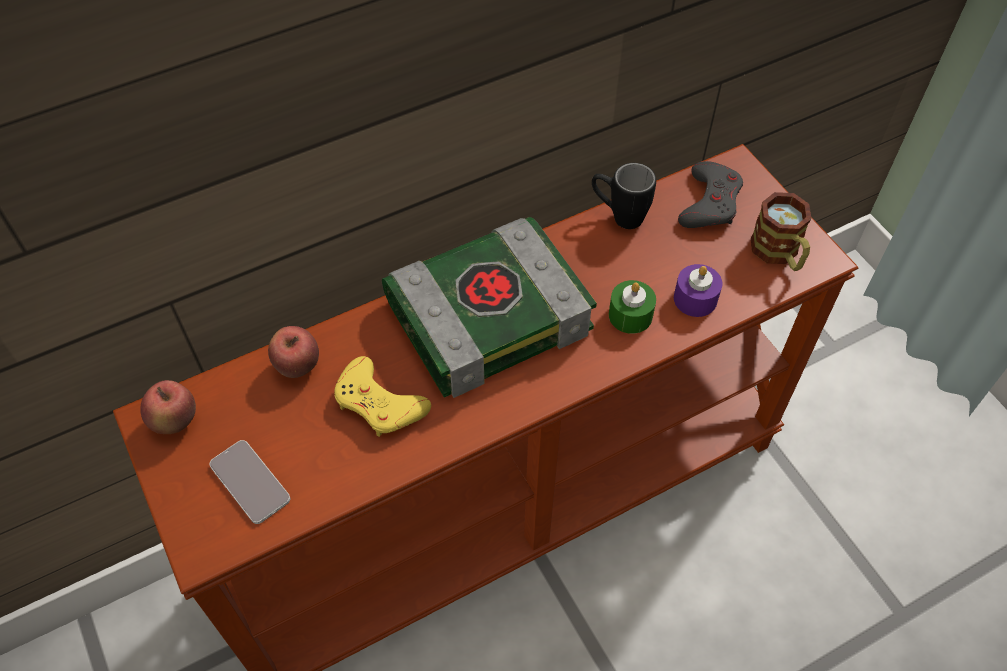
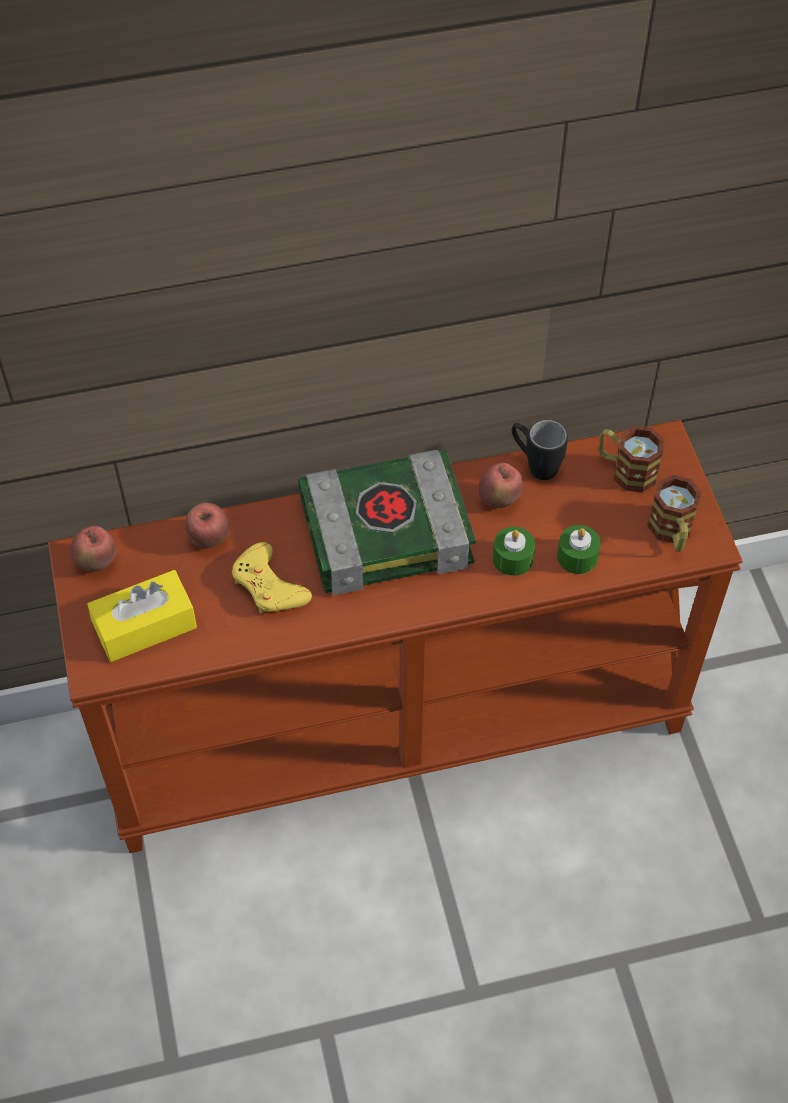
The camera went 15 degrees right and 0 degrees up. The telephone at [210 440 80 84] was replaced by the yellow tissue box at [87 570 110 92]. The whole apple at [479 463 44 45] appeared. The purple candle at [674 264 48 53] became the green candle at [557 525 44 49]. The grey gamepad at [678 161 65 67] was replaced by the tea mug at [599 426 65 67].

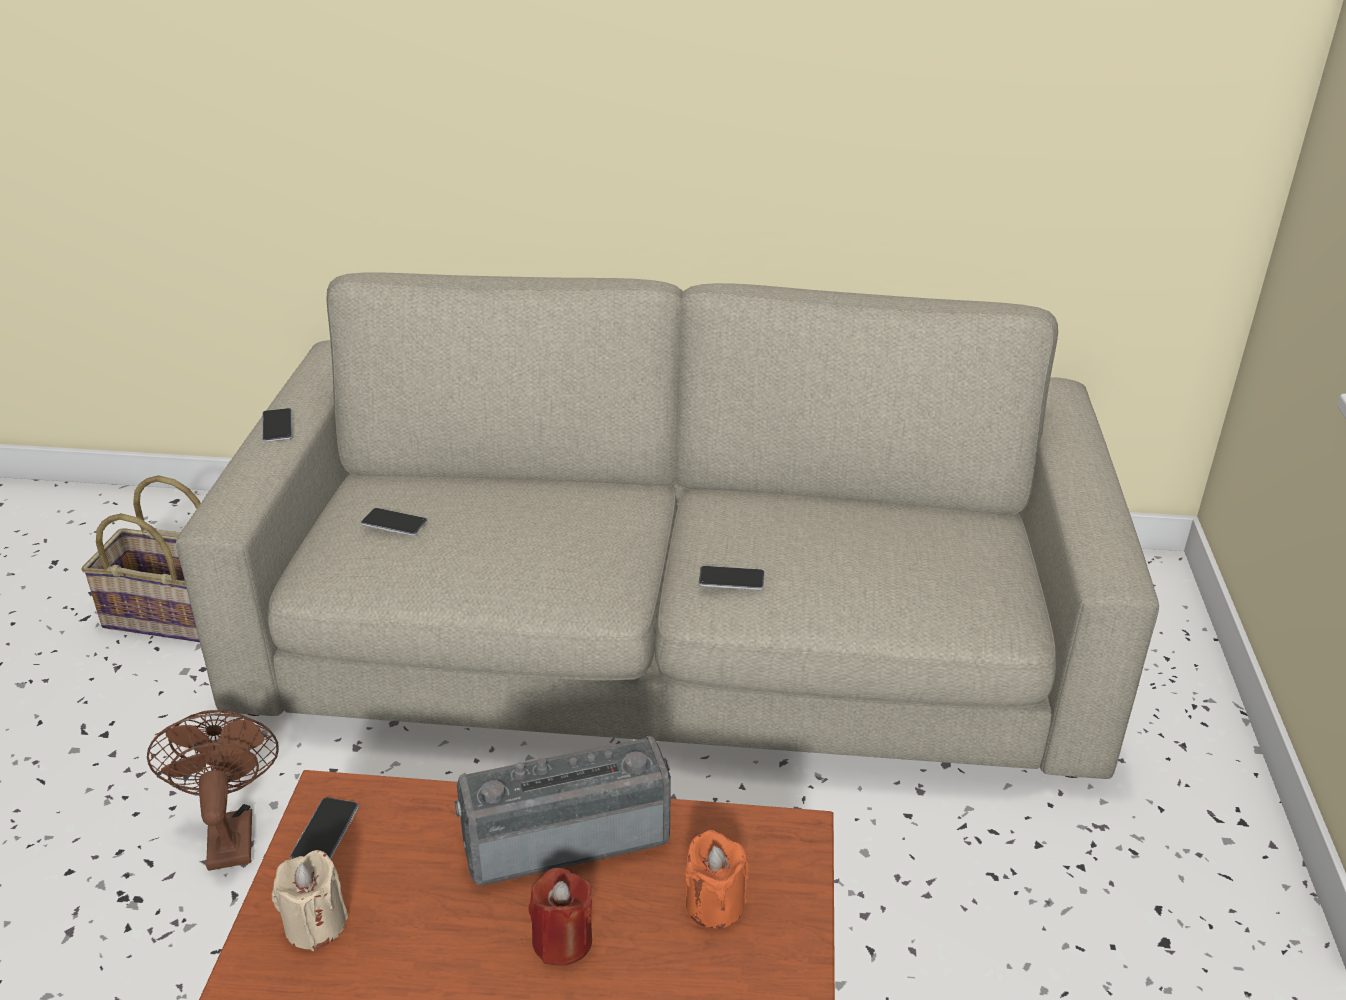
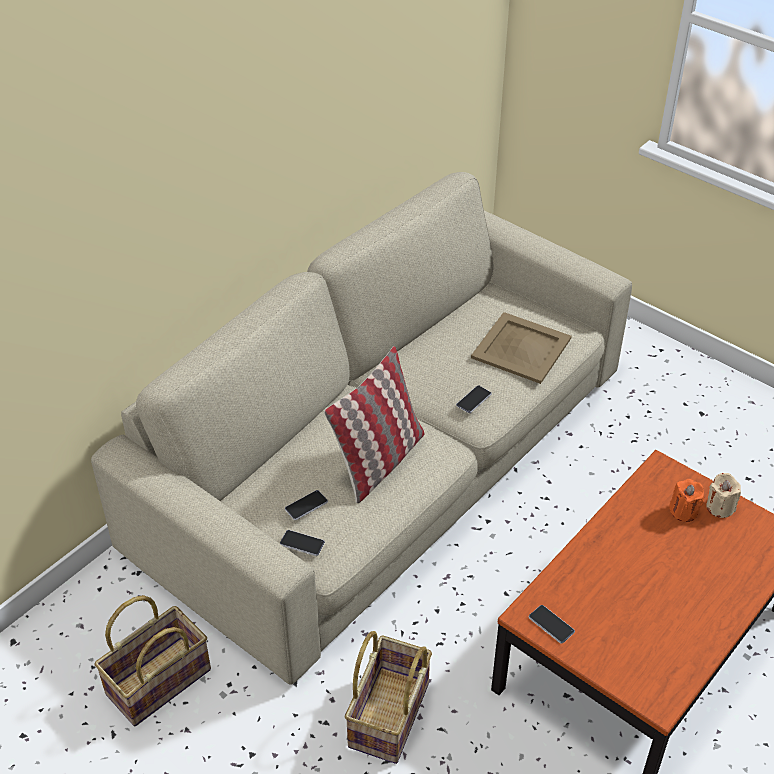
The camera went 55 degrees left and 10 degrees up. The telephone moved from [262 408 31 34] to [280 530 45 26]. The pillow at [324 346 101 157] appeared. The brown-coloured fan at [147 710 132 161] was replaced by the basket at [345 631 87 133]. The sand-coloured serving tray at [471 312 101 72] appeared. The sand-coloured candle moved from [272 850 76 101] to [706 473 35 45]. The radio receiver at [454 736 217 150] disappeared. The reddish candle at [528 868 64 98] disappeared.

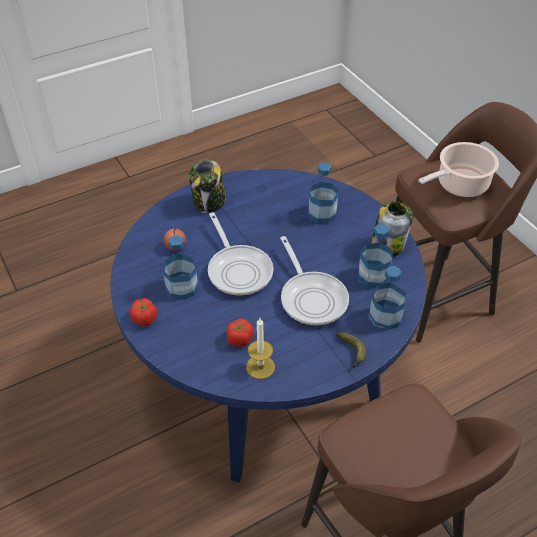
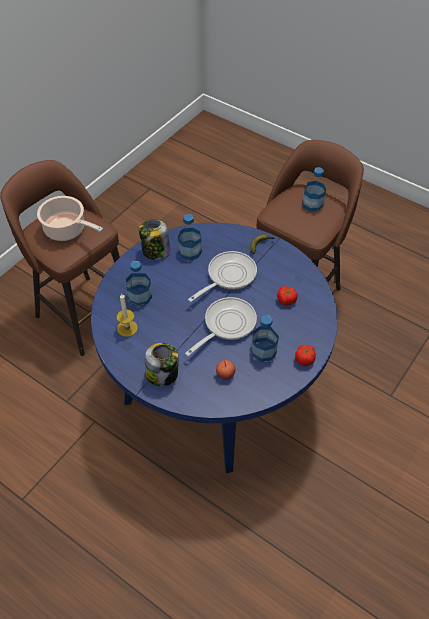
The camera went 115 degrees left and 5 degrees up. The candle moved from [246 318 29 61] to [116 293 22 44]. The bottle moved from [369 266 37 64] to [302 167 24 44].

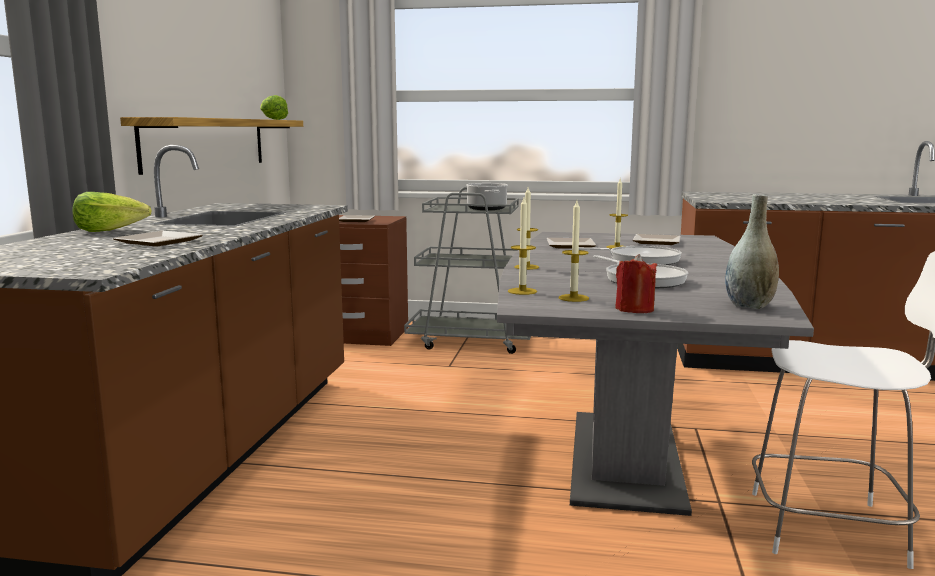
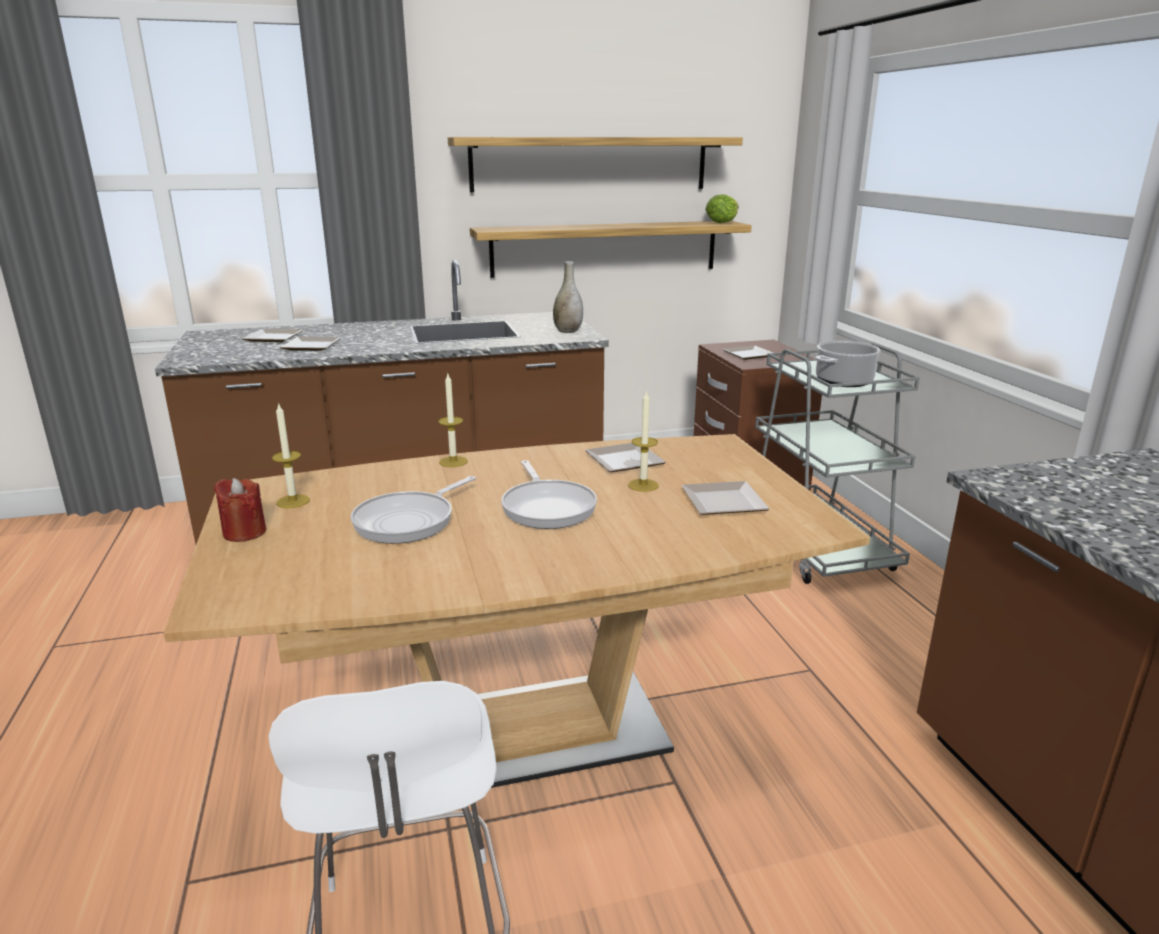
The camera went 65 degrees right and 10 degrees up. The grey dinner table at [497 232 317 284] became the brown-coloured dinner table at [164 434 706 354]. The flat dish at [242 329 61 13] appeared. The wall shelf at [448 137 295 55] appeared. The grey flower vase moved from [725 194 54 115] to [553 261 30 72]. The lettuce head at [72 192 79 40] disappeared. The candle at [508 198 29 97] disappeared.

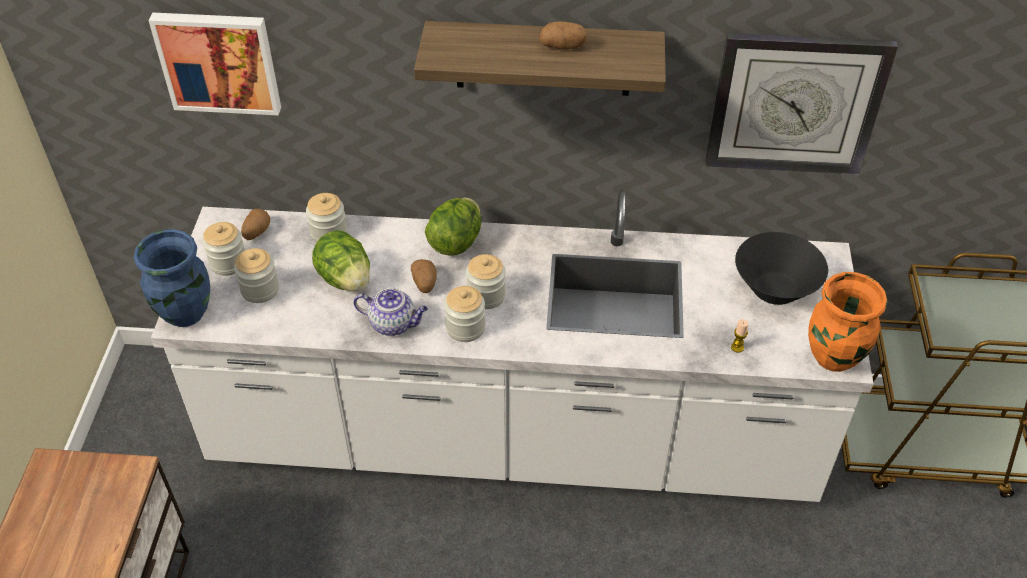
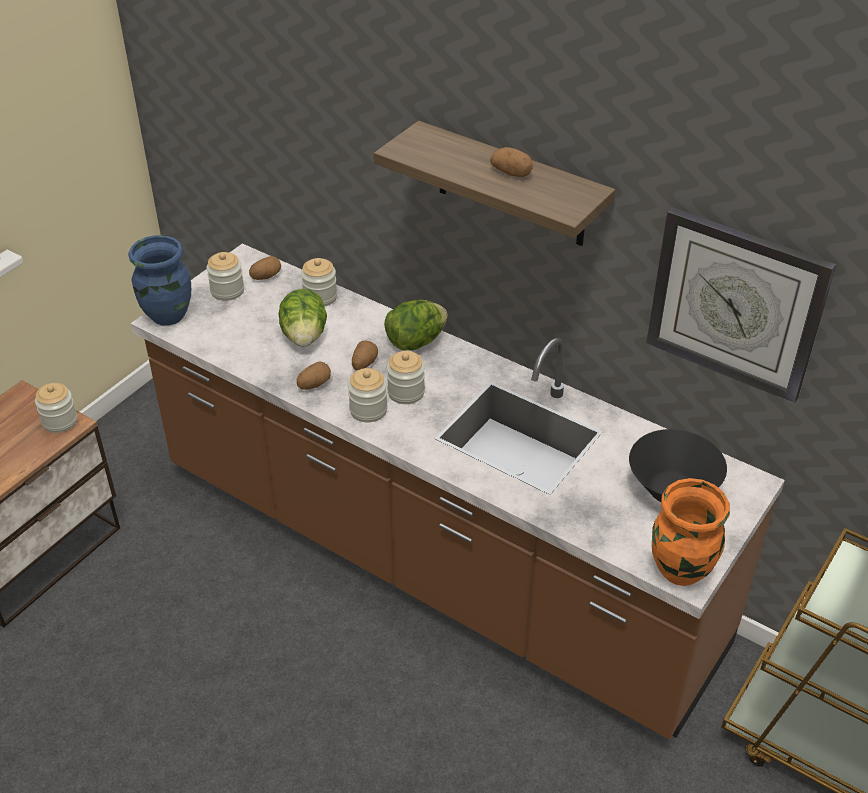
The camera went 30 degrees right and 5 degrees down. The storage jar moved from [234 248 45 55] to [35 383 42 50]. The whitish kitchen counter at [151 190 723 312] became the brown-coloured kitchen counter at [131 244 654 496]. The teapot at [353 288 75 48] was replaced by the spud at [297 361 34 29]. The wall art at [148 13 133 102] disappeared. The candle at [731 319 18 34] disappeared.

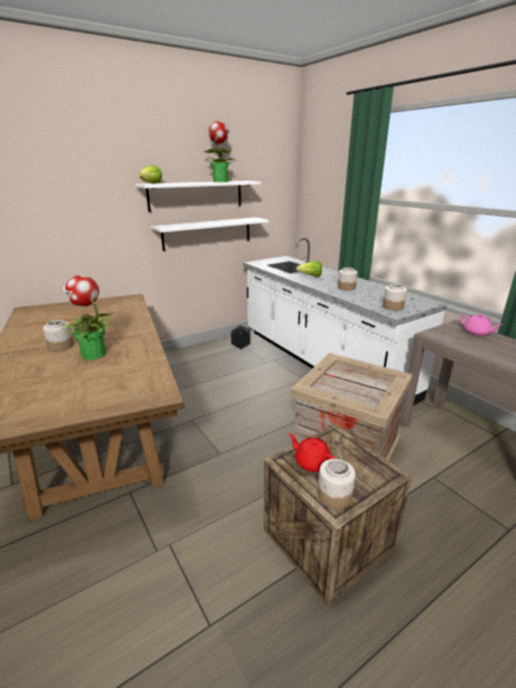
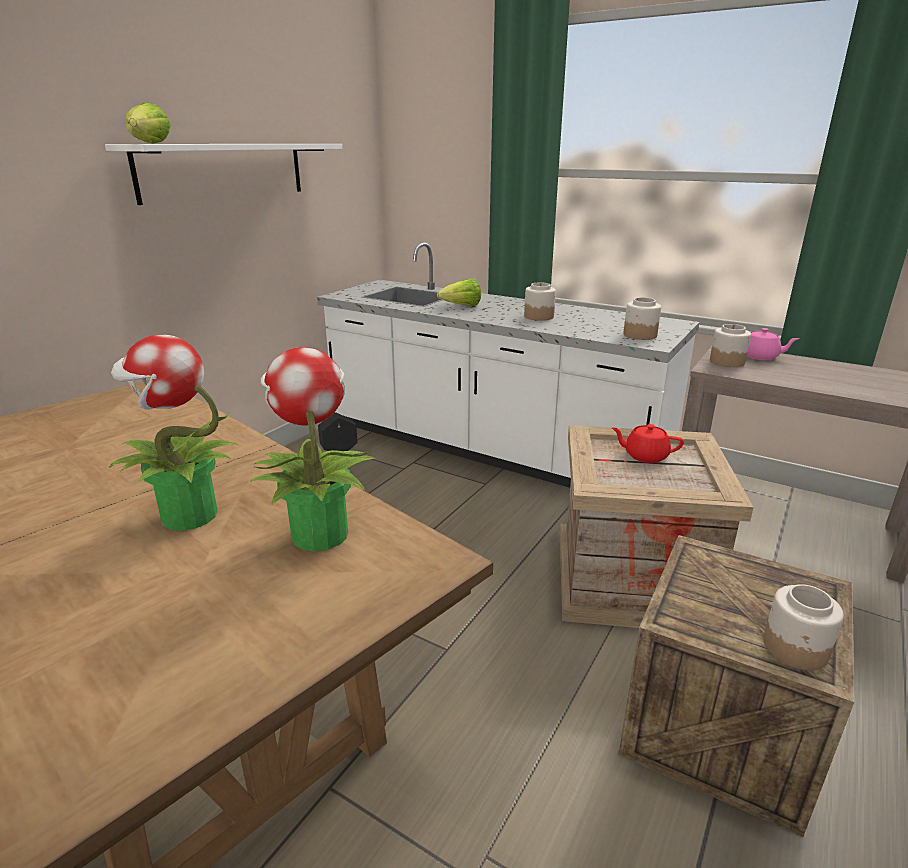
The camera went 25 degrees left and 0 degrees up. The houseplant moved from [204 121 33 61] to [250 347 126 205]. The reddish teapot moved from [289 433 47 39] to [612 424 72 39]. The storage jar moved from [43 320 31 31] to [710 324 41 43]. The whitish wall shelf at [151 217 118 34] disappeared.

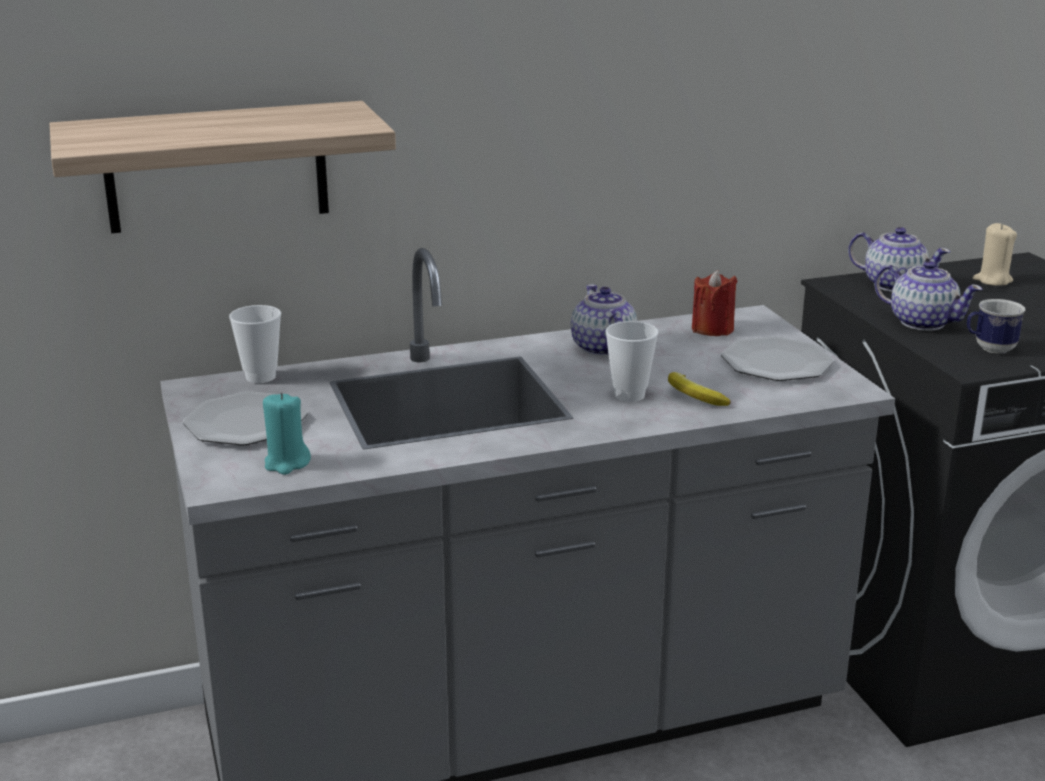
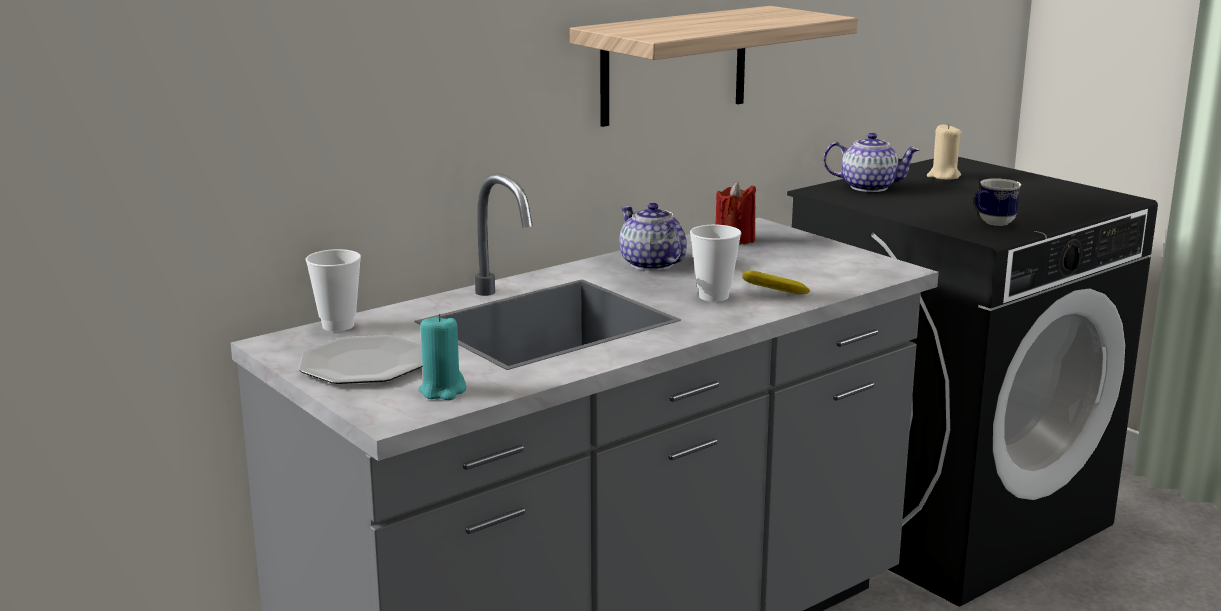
The camera went 20 degrees left and 5 degrees down. The wall shelf moved from [50 101 346 132] to [570 6 288 121]. The flat dish at [721 336 113 45] disappeared. The teapot at [874 261 108 70] disappeared.

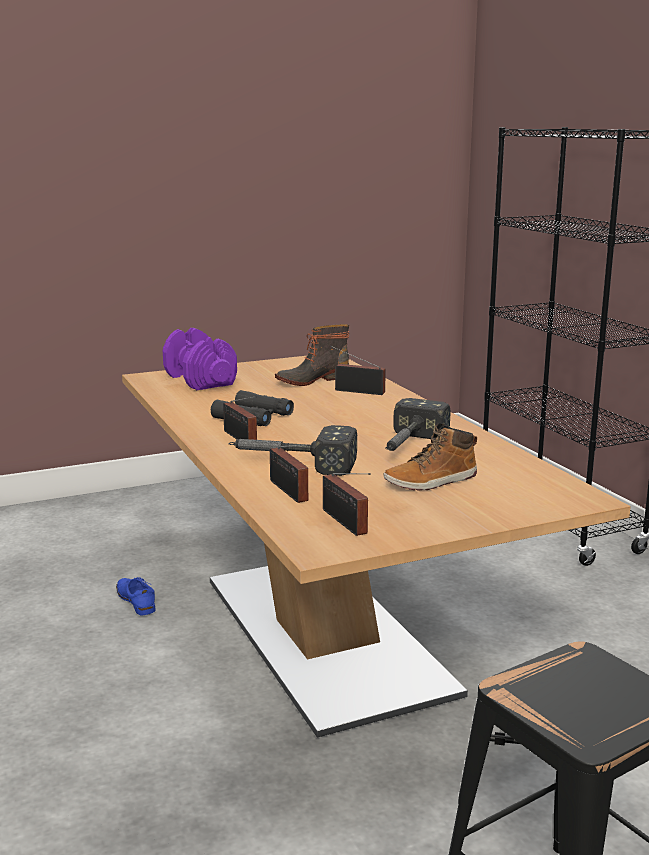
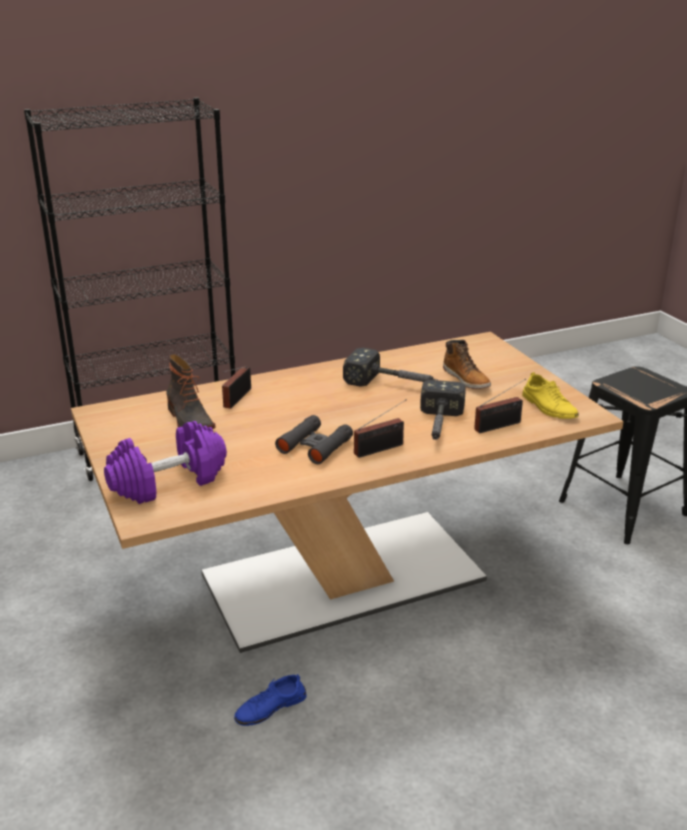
The camera went 90 degrees left and 10 degrees up. The radio receiver at [323 473 48 63] was replaced by the yellow item of footwear at [522 372 57 47].

